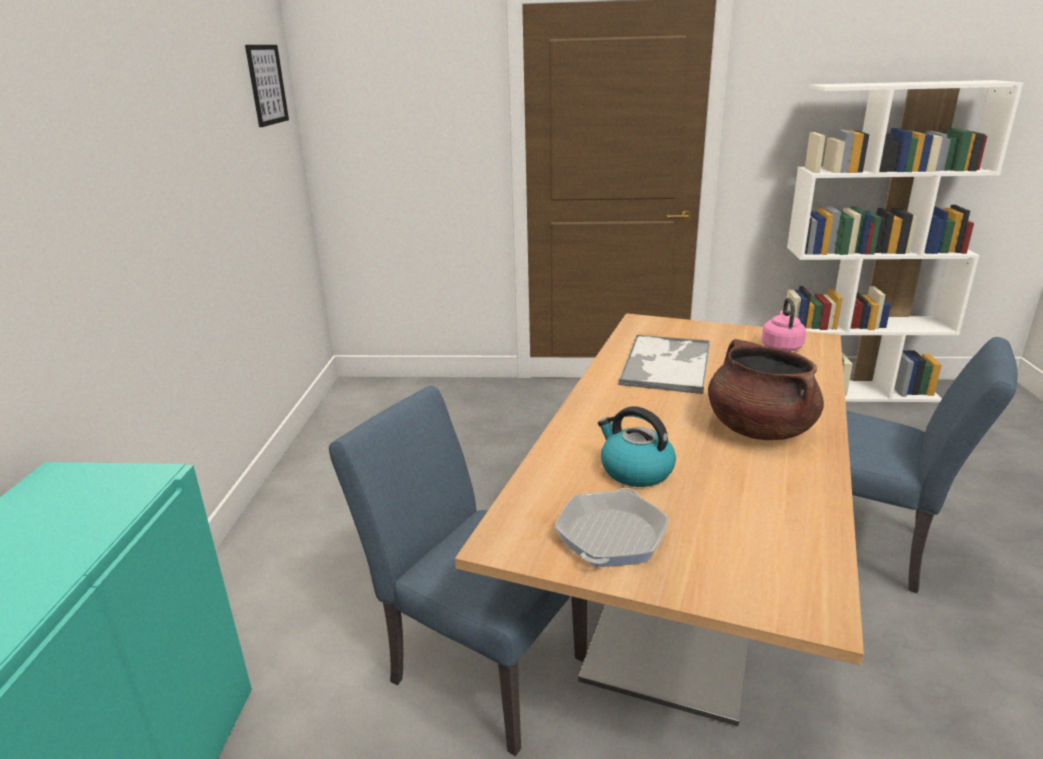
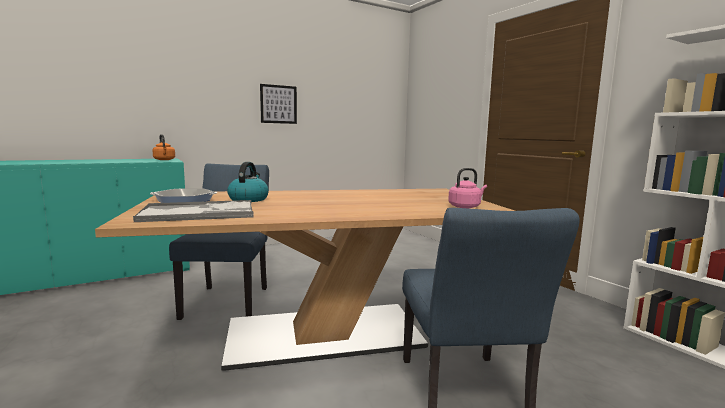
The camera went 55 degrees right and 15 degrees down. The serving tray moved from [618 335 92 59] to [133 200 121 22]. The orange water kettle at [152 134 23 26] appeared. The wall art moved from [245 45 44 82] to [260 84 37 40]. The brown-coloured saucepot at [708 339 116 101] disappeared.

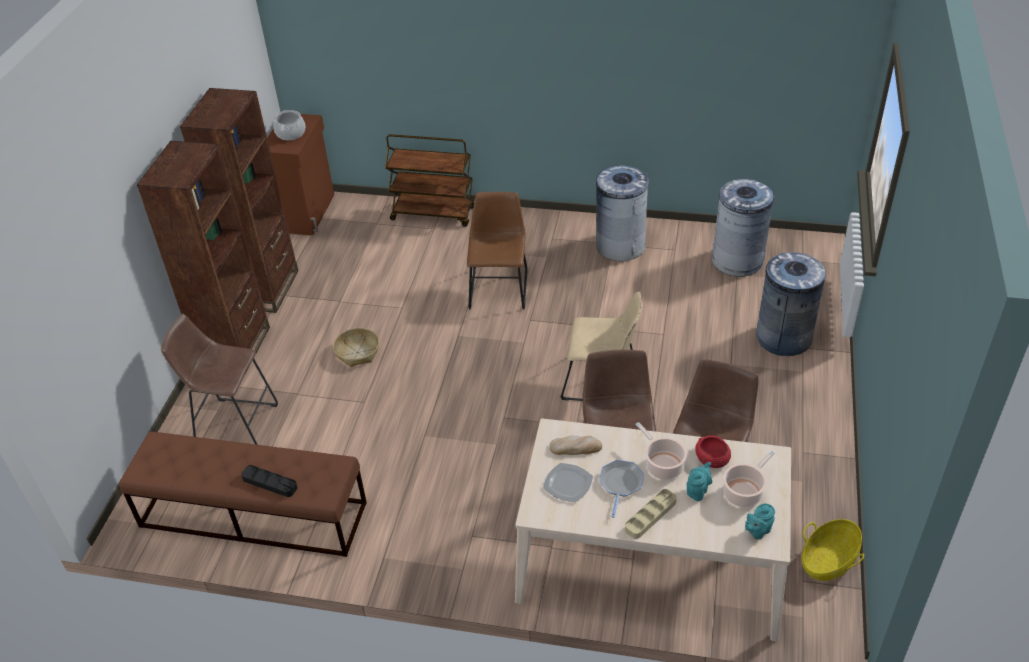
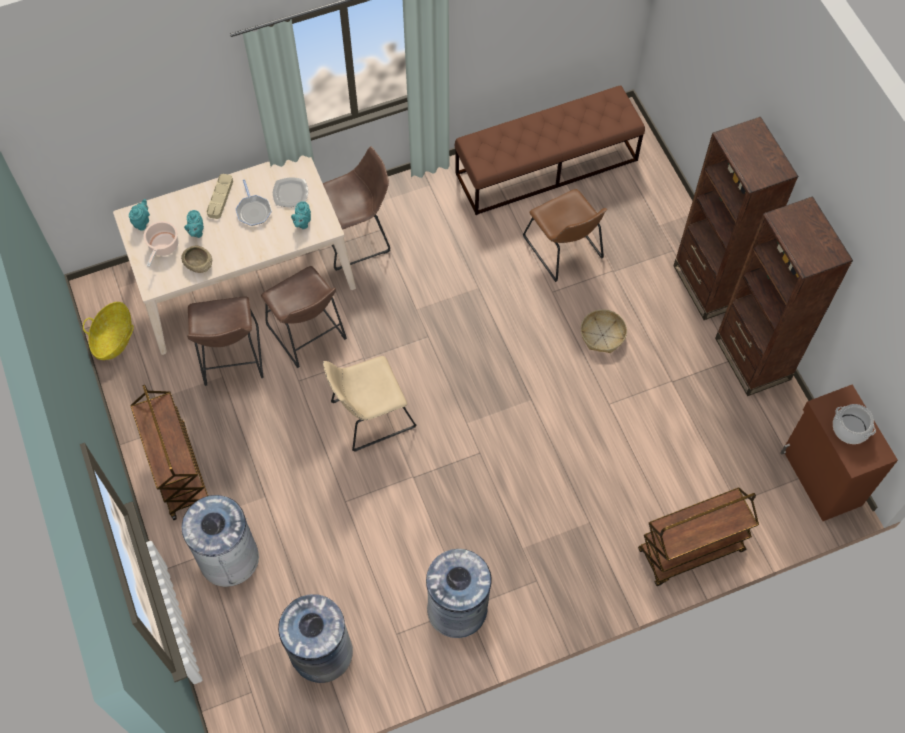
The camera went 145 degrees right and 20 degrees up. The brown-coloured wheeled cart at [130 385 78 135] appeared. The reddish serving bowl at [695 435 36 33] became the sand-coloured serving bowl at [181 246 31 27]. The bakery bread at [550 436 52 19] was replaced by the turquoise-coloured teapot at [291 201 20 28]. The brown-coloured stool seat moved from [161 314 117 131] to [323 147 67 124]. The brown-coloured plain chair moved from [467 192 61 118] to [523 189 84 93]. The black-coloured serving tray at [241 465 57 32] disappeared. The saucepot at [636 422 51 58] disappeared.

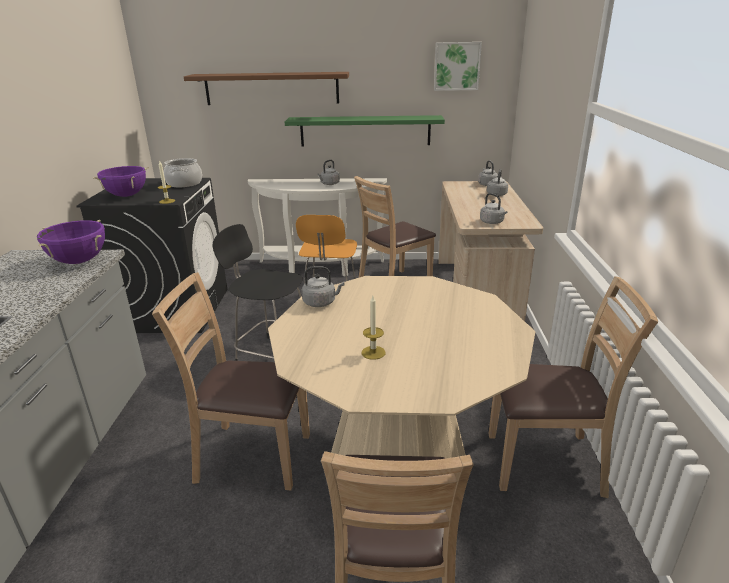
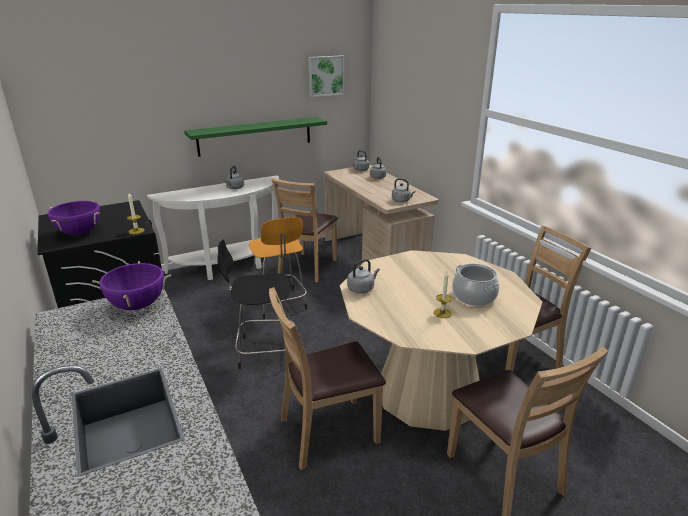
The camera went 30 degrees left and 0 degrees up. The saucepot moved from [164 158 38 30] to [452 263 47 43]. The brown-coloured wall shelf at [184 72 165 33] disappeared.

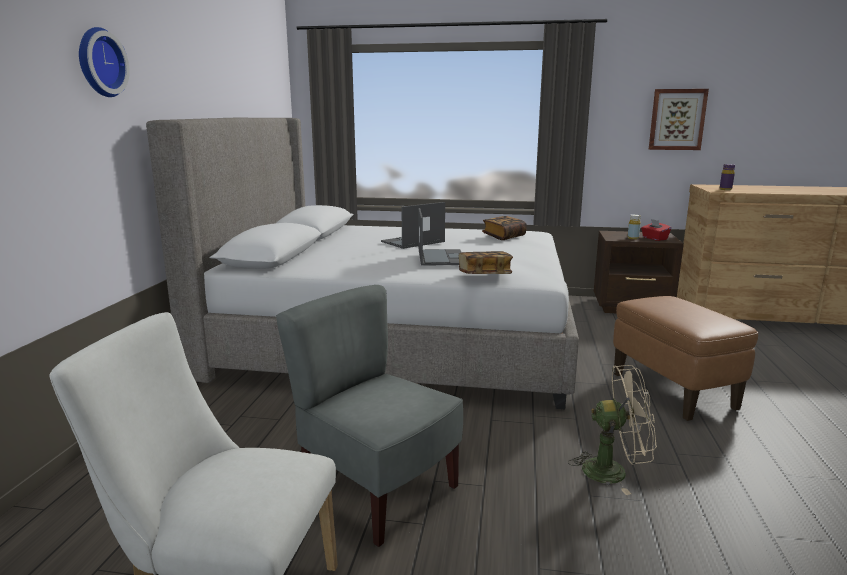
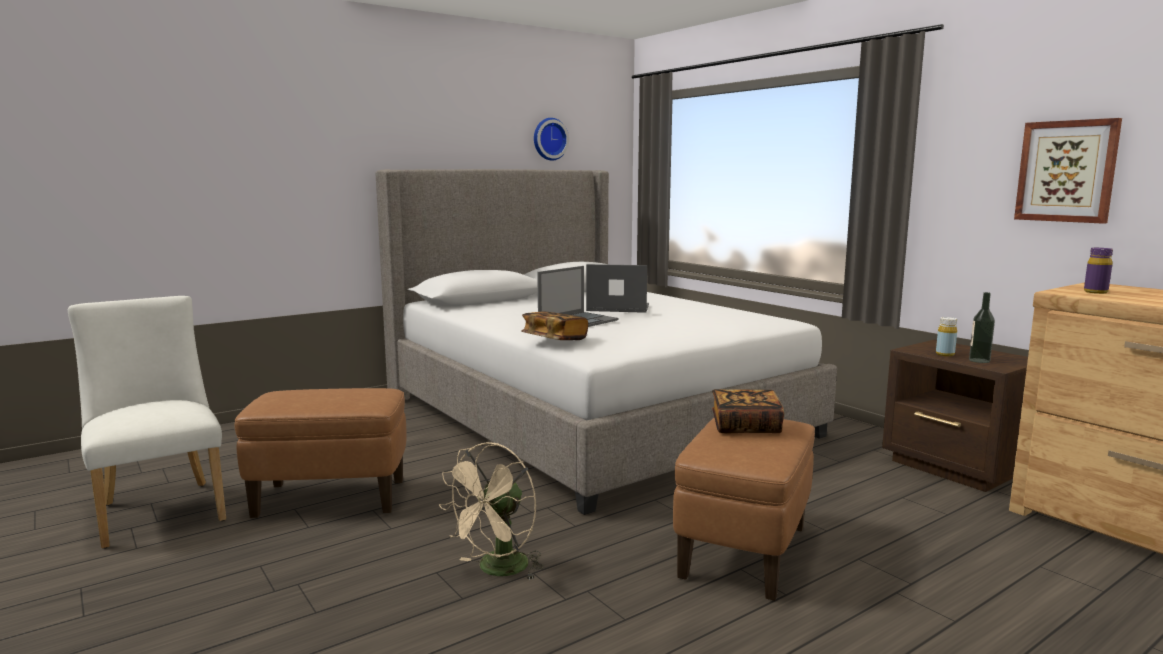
The camera went 45 degrees right and 5 degrees down. The grey plain chair at [276 285 187 262] was replaced by the brown-coloured pouffe at [234 388 172 130]. The sand-coloured fan at [568 365 89 130] turned 75 degrees clockwise. The wall clock moved from [79 27 51 70] to [534 118 35 43]. The volume moved from [482 216 45 24] to [712 389 72 44]. The reddish tissue box at [641 219 30 22] was replaced by the bottle at [969 292 26 71].

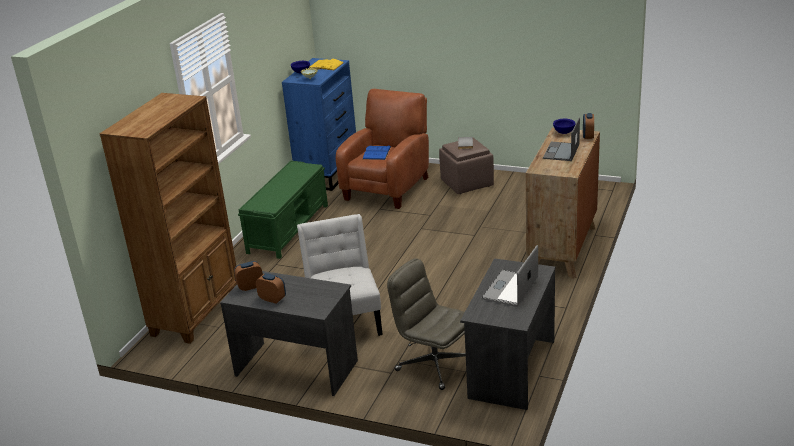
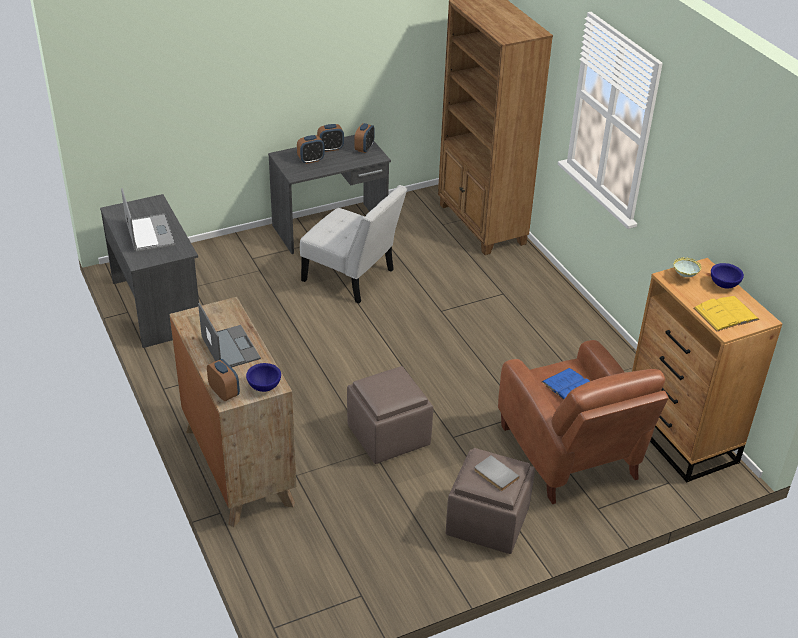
The camera went 130 degrees right and 10 degrees up. The table clock at [297 135 28 29] appeared. The brown-coloured pouffe at [347 366 86 98] appeared. The blue chest of drawers at [282 58 74 133] became the brown-coloured chest of drawers at [632 258 150 225]. The green indoor bench at [238 161 90 98] disappeared. The grey office chair at [387 258 79 132] disappeared.

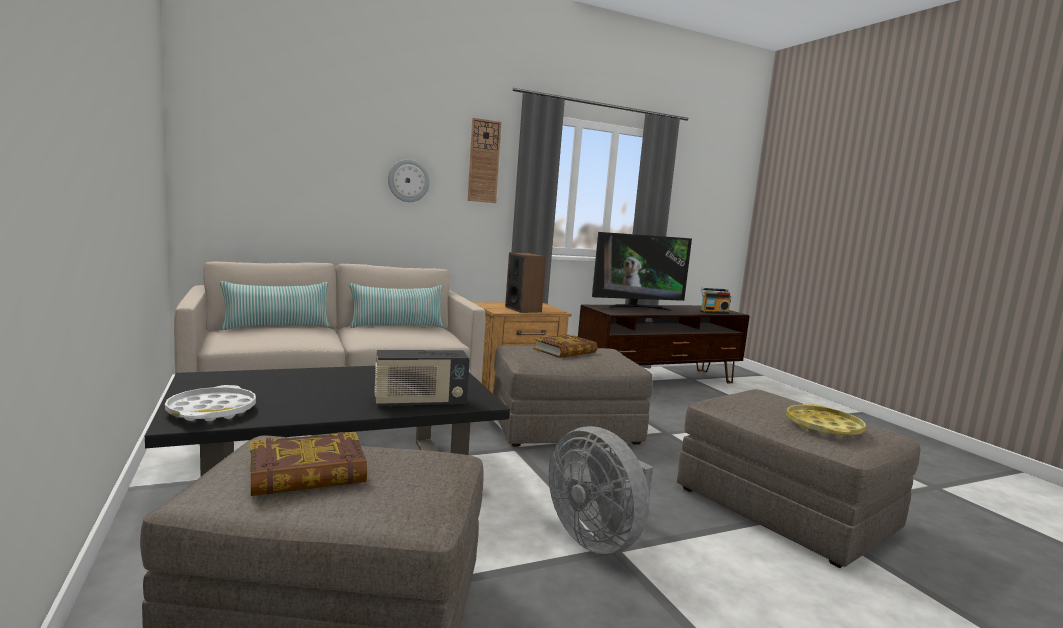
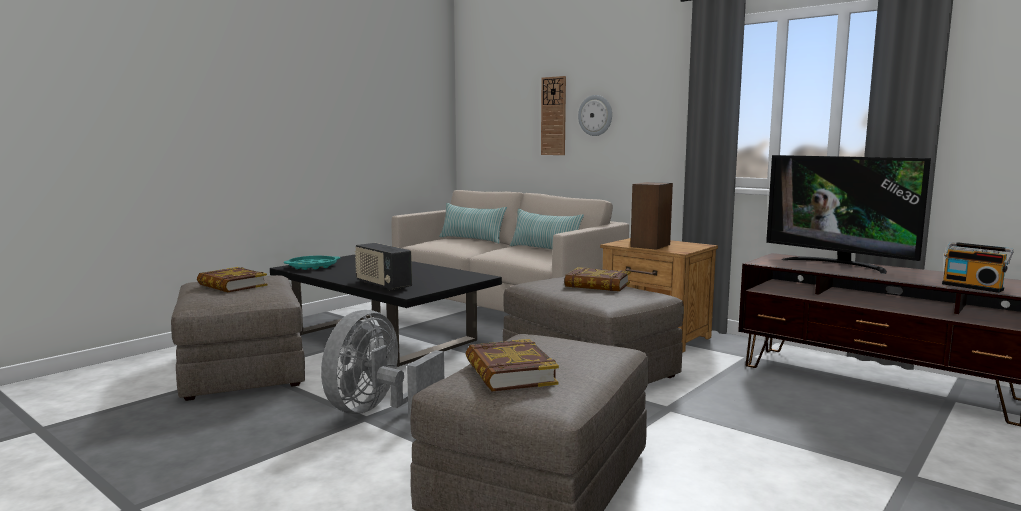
The camera went 65 degrees right and 0 degrees up. The whitish serving tray at [165 385 91 36] became the turquoise-coloured serving tray at [284 256 56 14]. The yellow serving tray at [786 403 80 33] was replaced by the volume at [466 339 93 52]. The wall clock moved from [468 118 33 85] to [541 76 25 79].

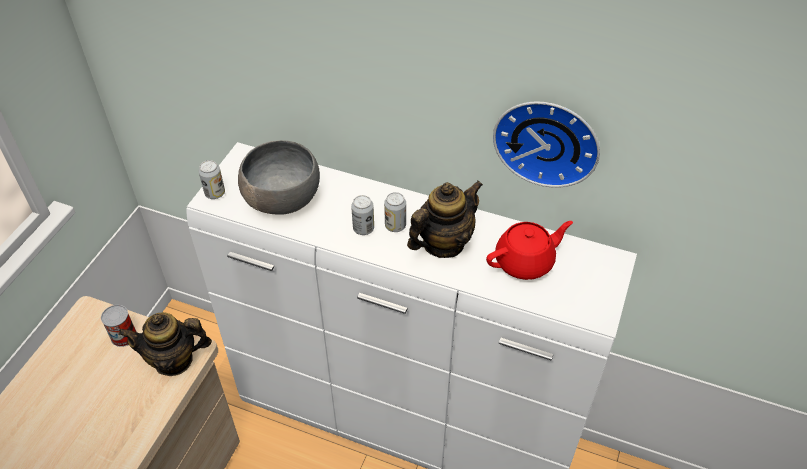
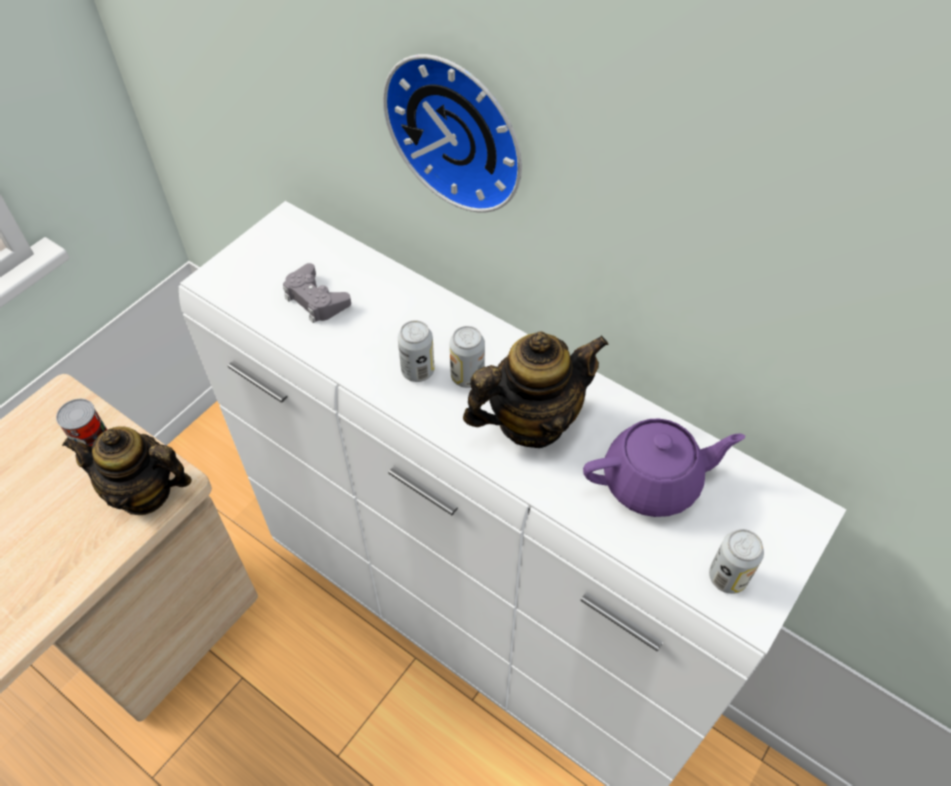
The camera went 15 degrees right and 5 degrees up. The grey serving bowl at [238 140 82 75] was replaced by the grey gamepad at [283 263 68 60]. The wall clock moved from [493 101 107 87] to [383 54 139 159]. The reddish teapot at [486 221 87 59] became the purple teapot at [583 419 162 98]. The metal can moved from [199 160 26 39] to [709 529 55 65].

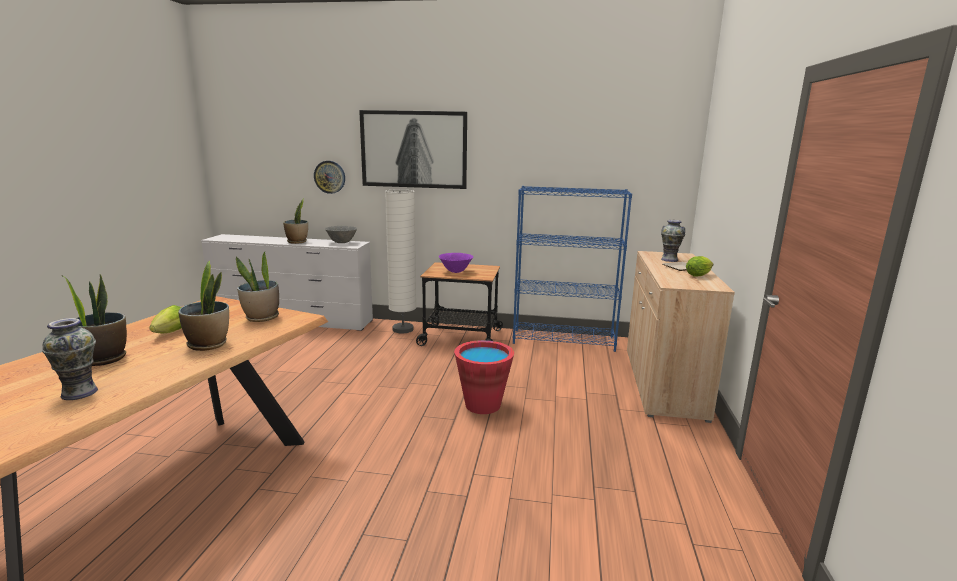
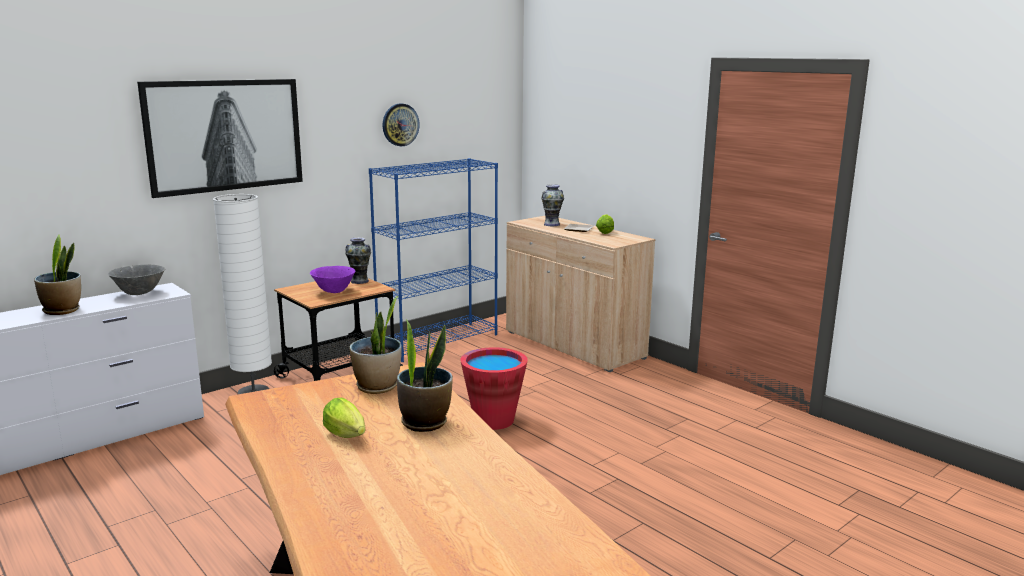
The camera went 50 degrees left and 0 degrees up. The flower vase moved from [42 318 56 82] to [345 237 26 47]. The wall clock moved from [314 161 31 33] to [383 104 37 42]. The houseplant at [63 274 64 92] disappeared.

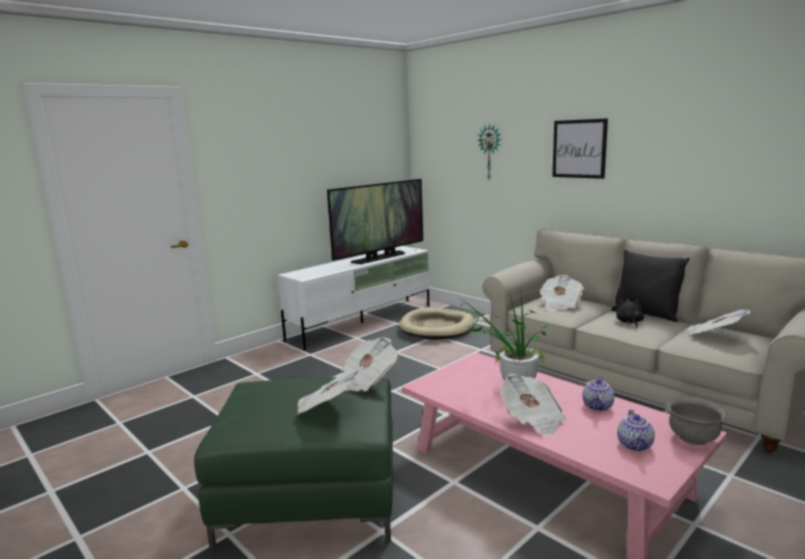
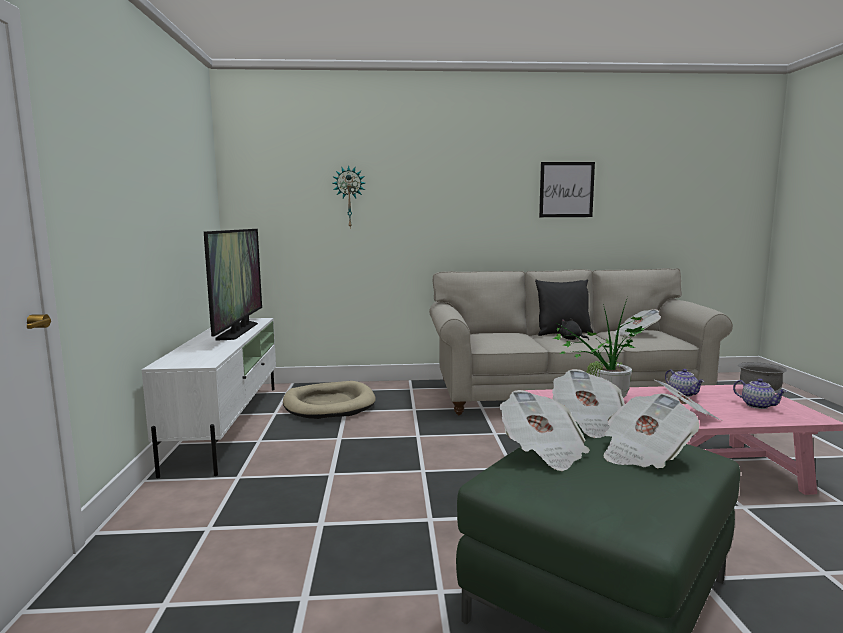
The camera went 50 degrees left and 5 degrees down. The newspaper moved from [539 275 45 36] to [499 390 91 81]. The wall art moved from [552 119 56 60] to [539 162 56 55].

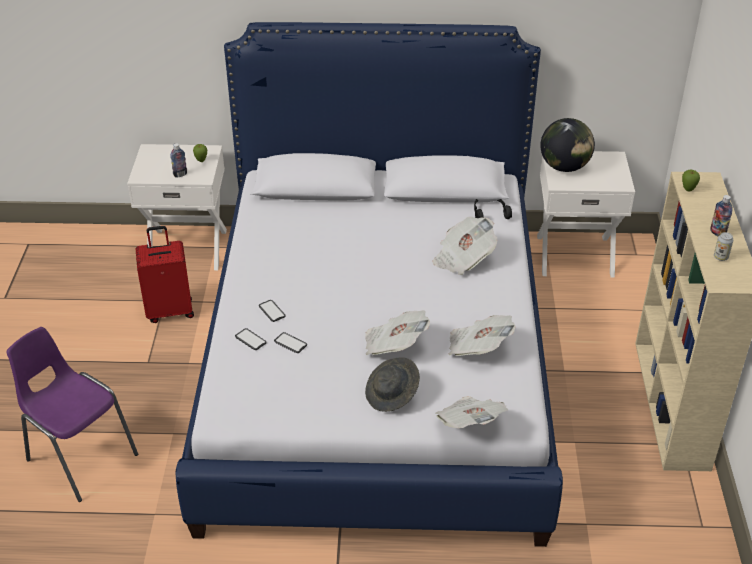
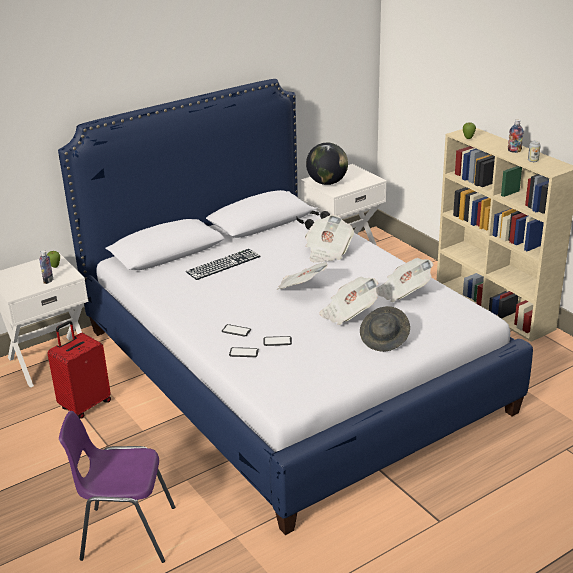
The camera went 35 degrees left and 10 degrees down. The keyboard at [186 249 75 31] appeared. The newspaper moved from [435 396 73 32] to [276 261 52 29].

